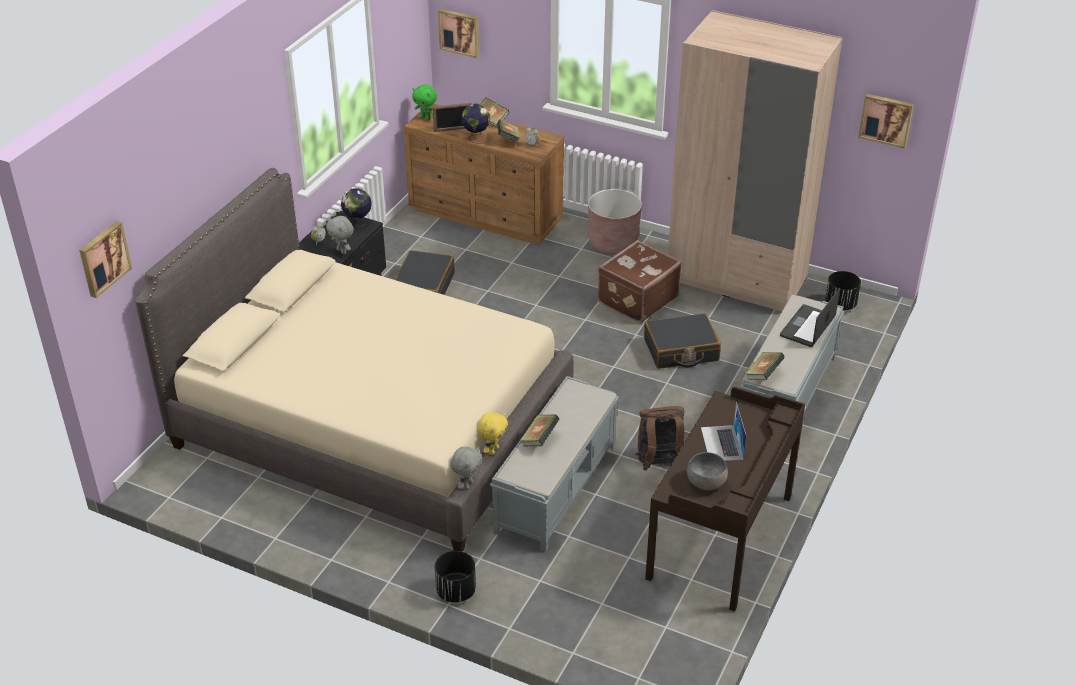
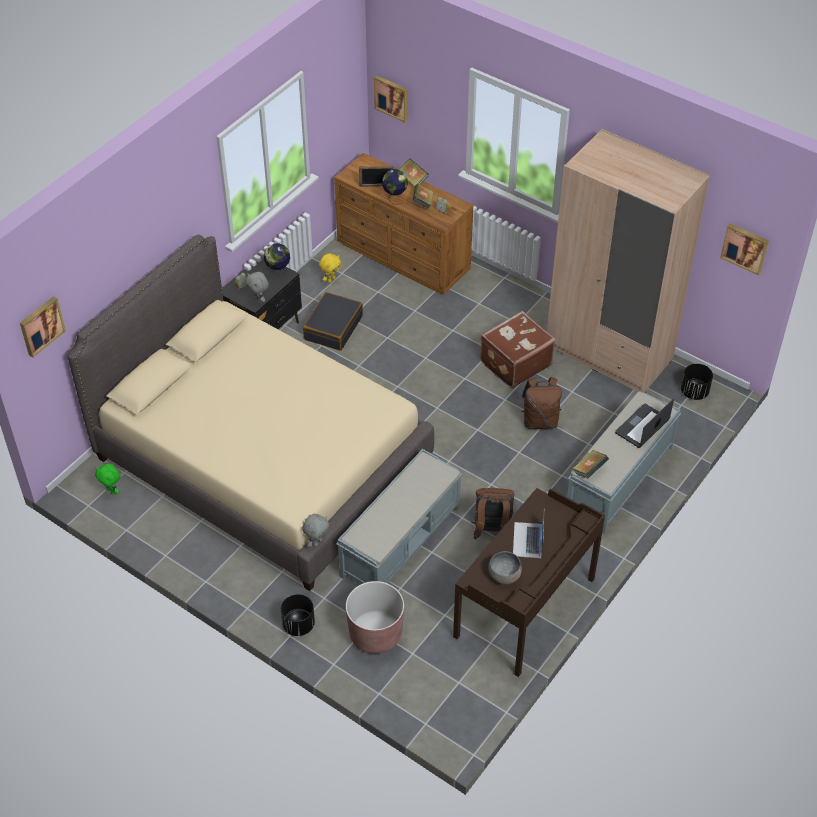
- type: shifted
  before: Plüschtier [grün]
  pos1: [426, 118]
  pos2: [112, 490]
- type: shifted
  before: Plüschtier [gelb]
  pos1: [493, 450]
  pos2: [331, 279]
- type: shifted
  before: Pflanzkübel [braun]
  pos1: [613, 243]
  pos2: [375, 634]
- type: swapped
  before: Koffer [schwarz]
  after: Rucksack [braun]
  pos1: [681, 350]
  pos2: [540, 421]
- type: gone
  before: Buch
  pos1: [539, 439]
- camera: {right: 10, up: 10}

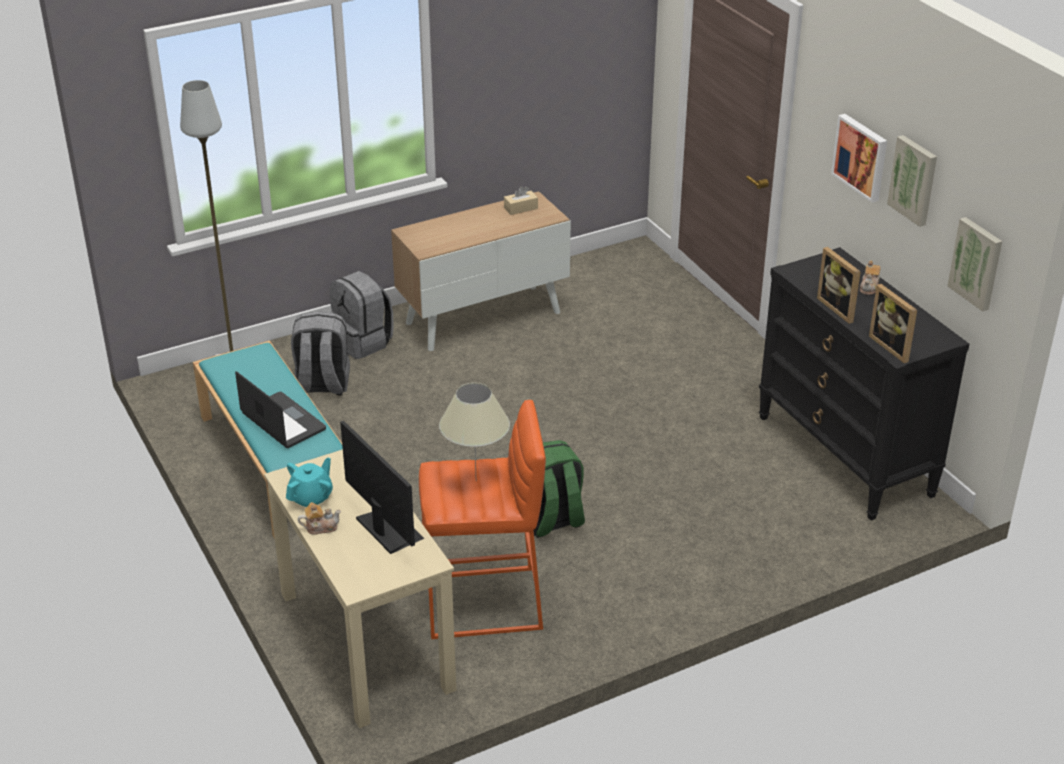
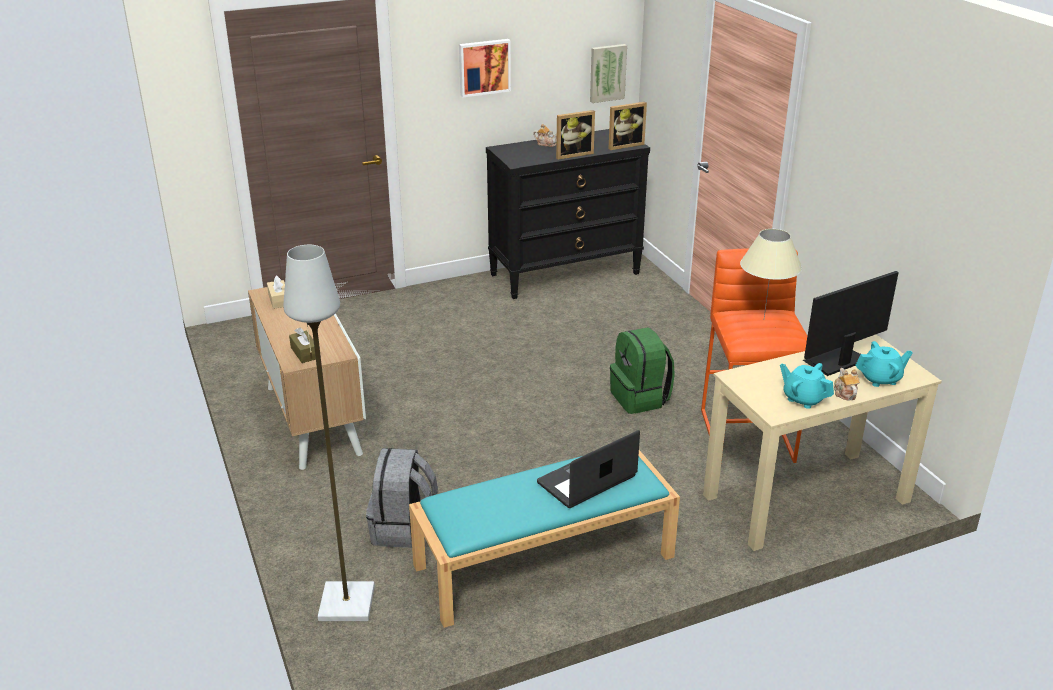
- type: new
  after: Taschentuchbox [braun]
  pos2: [305, 353]
- type: new
  after: Teekanne [türkis]
  pos2: [880, 379]
- type: gone
  before: Rucksack [grau]
  pos1: [363, 342]
- type: gone
  before: Bild
  pos1: [914, 180]
- camera: {right: -85, up: -5}

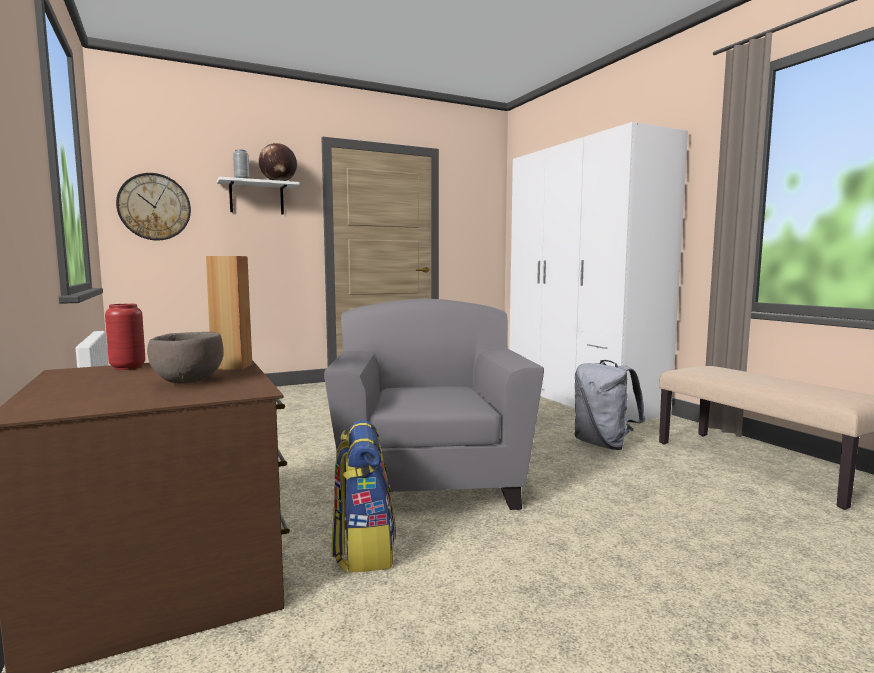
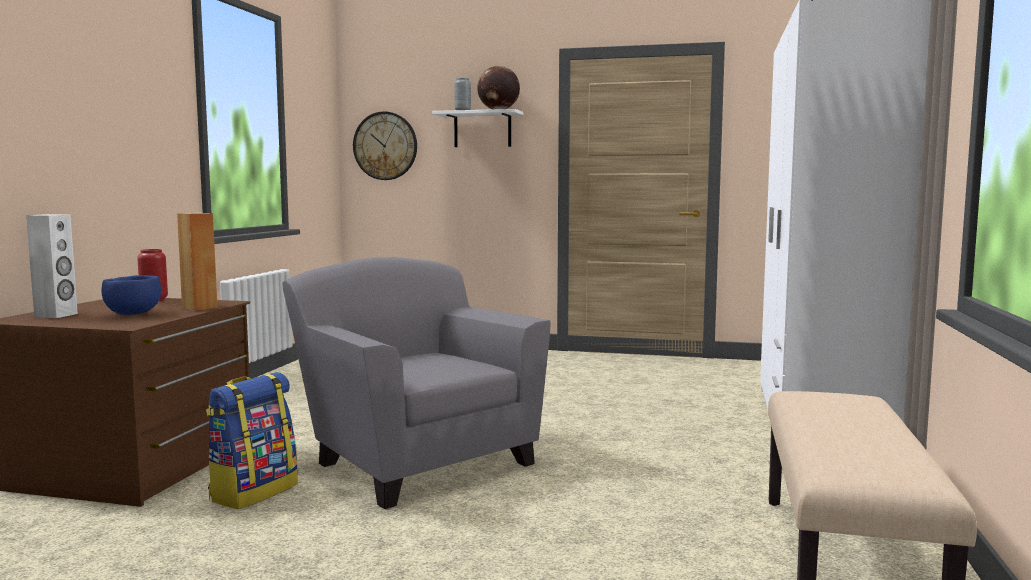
- type: new
  after: Lautsprecher [weiß]
  pos2: [56, 315]
- type: repainted
  before: Schüssel [braun]
  after: Schüssel [blau]
  pos1: [188, 381]
  pos2: [133, 314]
- type: rotated
  before: Sessel [grau]
  pos1: [429, 480]
  pos2: [416, 461]
  turn: -75
- type: gone
  before: Rucksack [grau]
  pos1: [604, 444]
- camera: {right: 40, up: 0}

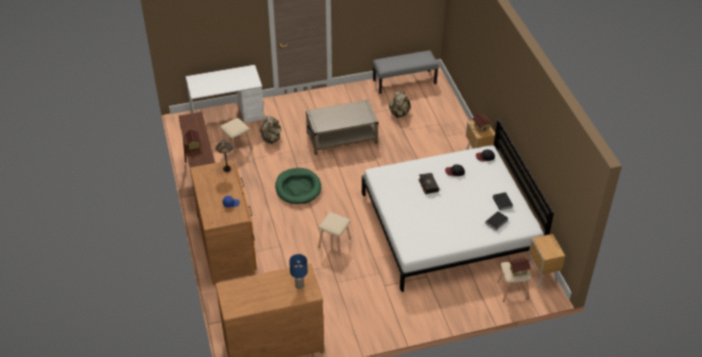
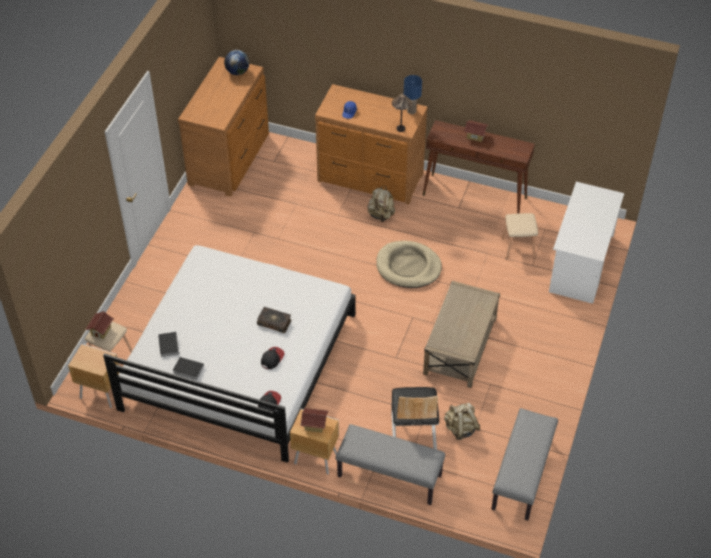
- type: new
  after: Globus
  pos2: [237, 72]
- type: new
  after: Bank [grau]
  pos2: [389, 476]
- type: shifted
  before: Rucksack [beige]
  pos1: [271, 138]
  pos2: [381, 215]
- type: repainted
  before: Hundebett [grün]
  after: Hundebett [beige]
  pos1: [298, 188]
  pos2: [408, 267]
- type: new
  after: Stuhl
  pos2: [413, 431]
- type: shifted
  before: Tischlampe [blau]
  pos1: [299, 286]
  pos2: [411, 111]
- type: gone
  before: Hocker [beige]
  pos1: [334, 243]
- camera: {right: 125, up: 5}

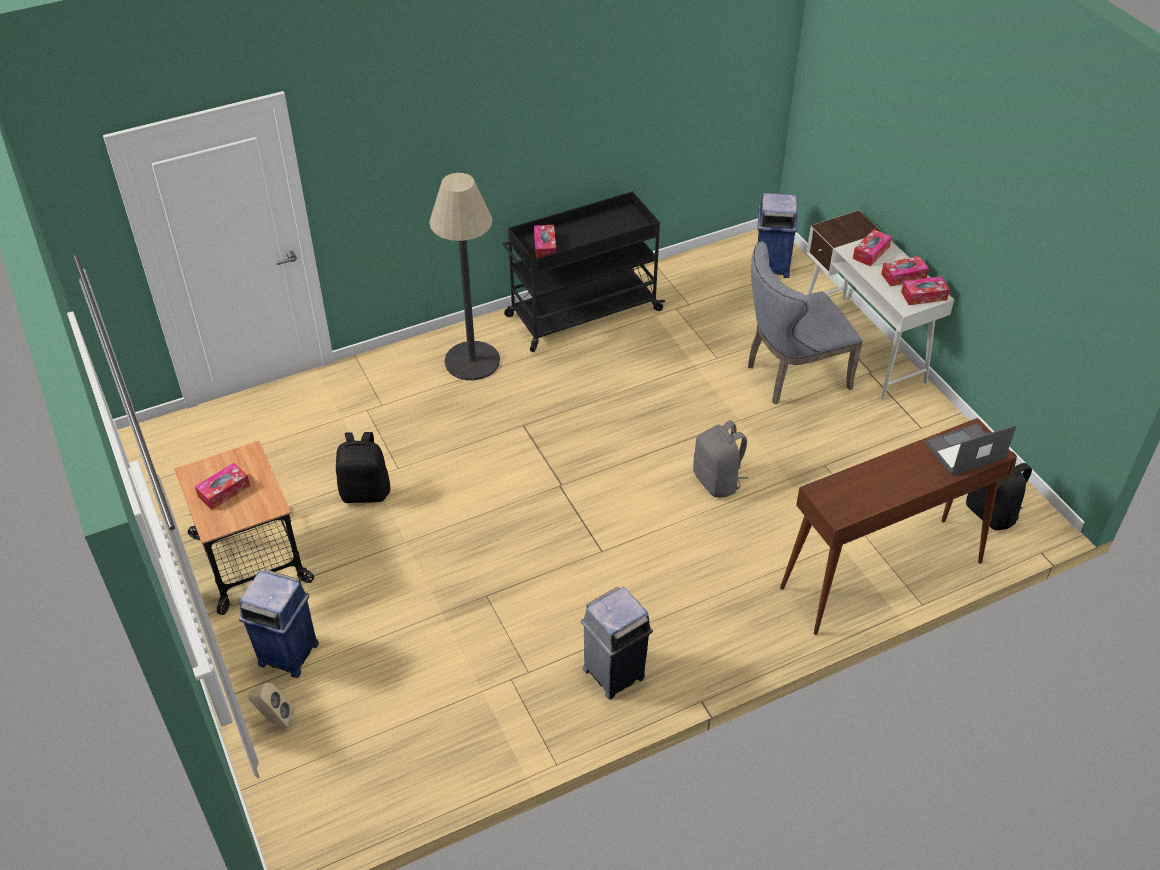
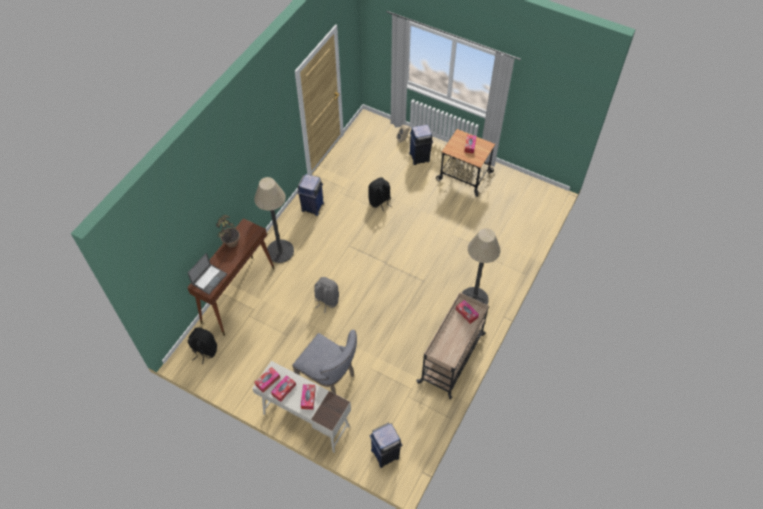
- type: new
  after: Topfpflanze
  pos2: [231, 246]
- type: new
  after: Stehlampe
  pos2: [280, 251]
- type: rotated
  before: Stuhl [grau]
  pos1: [791, 376]
  pos2: [329, 378]
  turn: 90
- type: repainted
  before: Mülleimer [grau]
  after: Mülleimer [blau]
  pos1: [615, 672]
  pos2: [312, 207]
- type: shifted
  before: Rucksack [schwarz]
  pos1: [365, 492]
  pos2: [380, 201]
- type: repainted
  before: Rollwagen [schwarz]
  after: Rollwagen [beige]
  pos1: [582, 313]
  pos2: [452, 357]
- camera: {right: 145, up: 10}

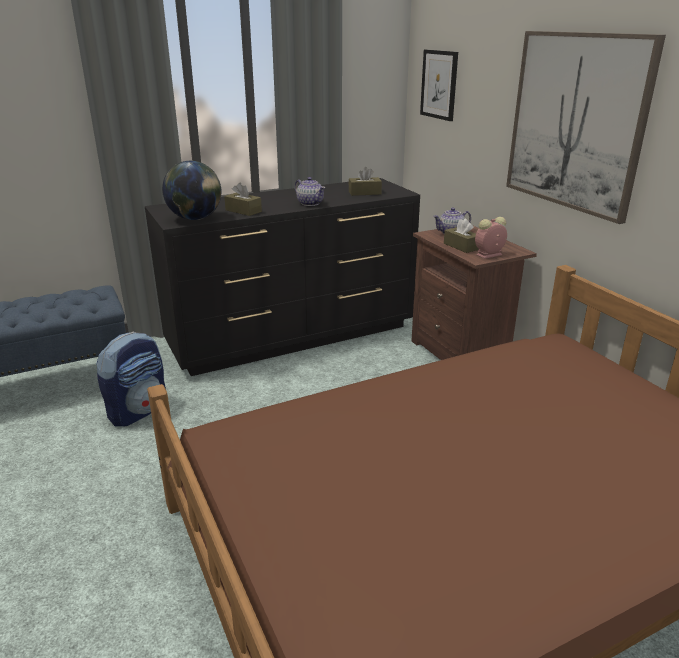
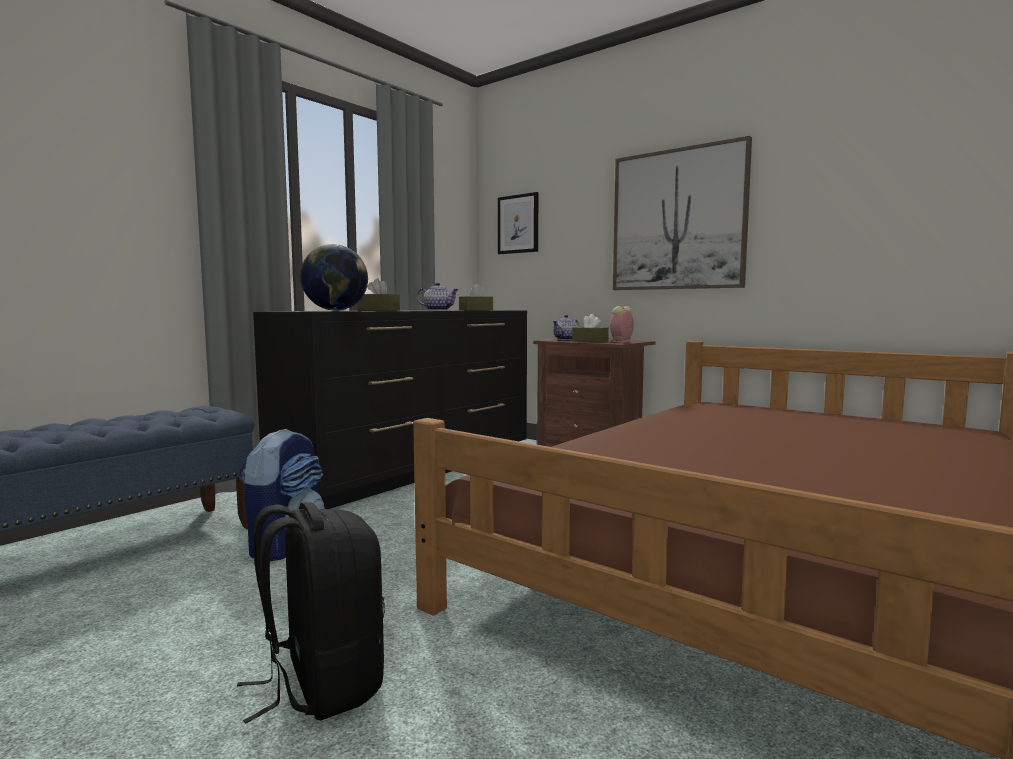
- type: new
  after: Rucksack [schwarz]
  pos2: [321, 684]
- camera: {right: -25, up: -20}

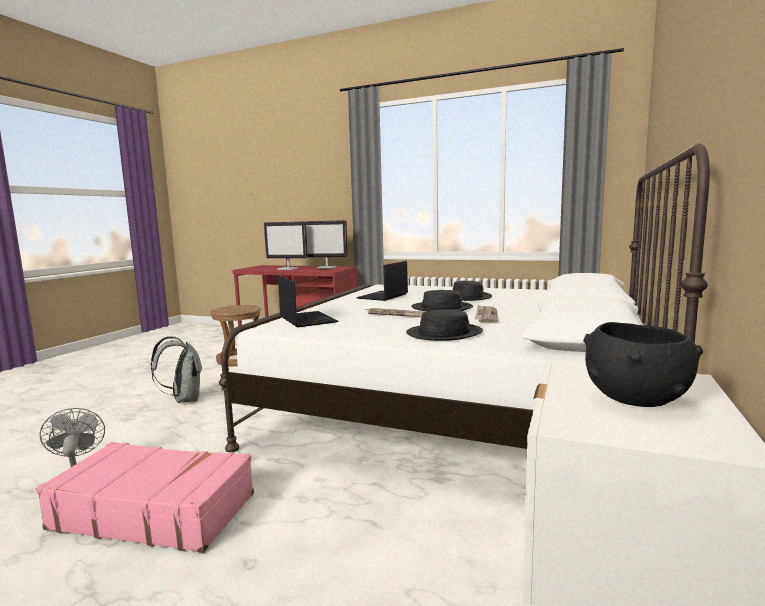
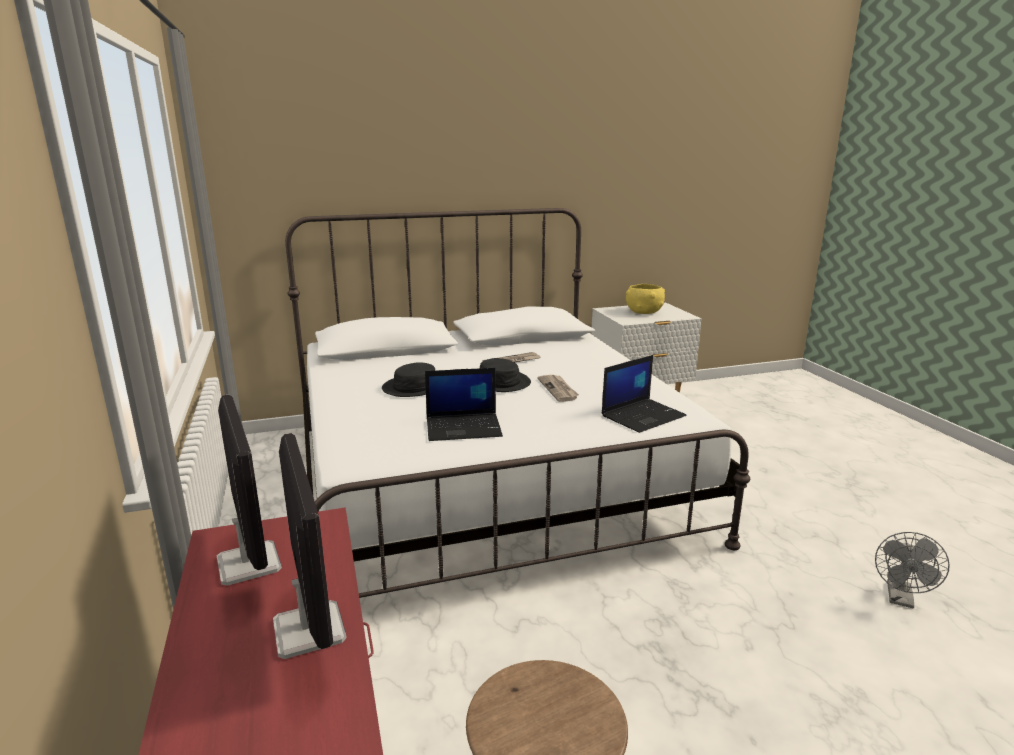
- type: rotated
  before: Laptop
  pos1: [306, 319]
  pos2: [643, 415]
  turn: -150
- type: repainted
  before: Schüssel [schwarz]
  after: Schüssel [gelb]
  pos1: [636, 399]
  pos2: [643, 312]
- type: gone
  before: Koffer [rosa]
  pos1: [154, 510]
- type: gone
  before: Rucksack [grau]
  pos1: [184, 400]
- type: gone
  before: Hut [schwarz]
  pos1: [444, 333]
- camera: {right: -130, up: 10}

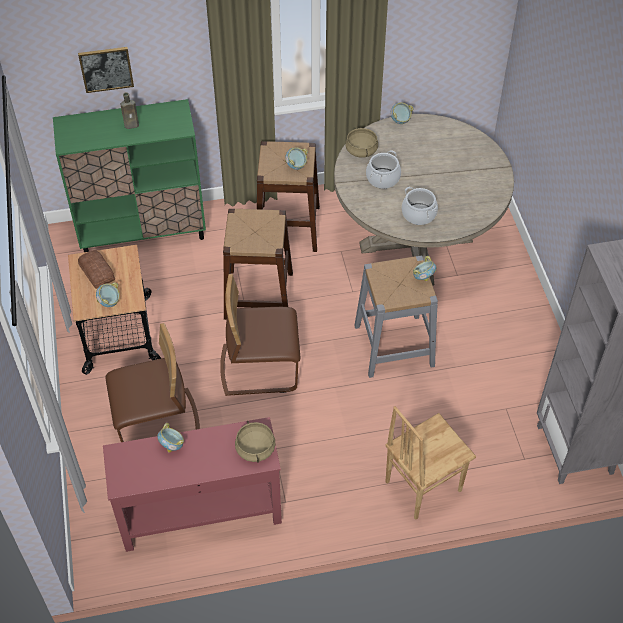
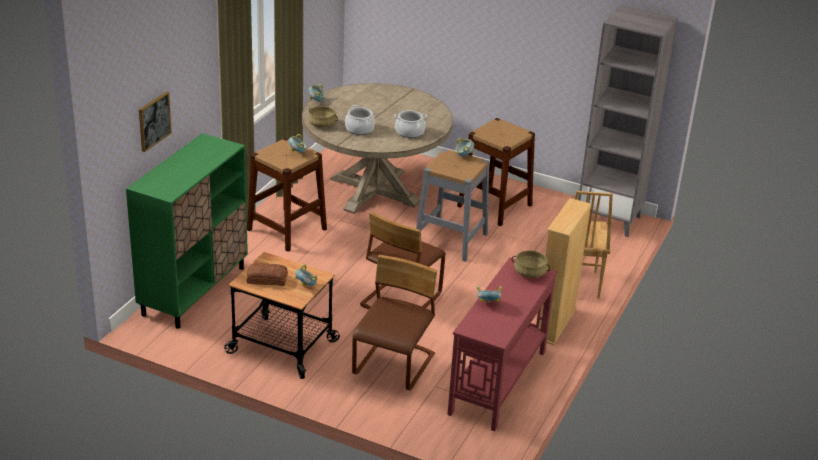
- type: shifted
  before: Hocker [braun]
  pos1: [258, 295]
  pos2: [494, 205]
- type: new
  after: Bücherregal [beige]
  pos2: [554, 324]
- type: gone
  before: Flasche [braun]
  pos1: [132, 125]
- camera: {right: -55, up: -20}

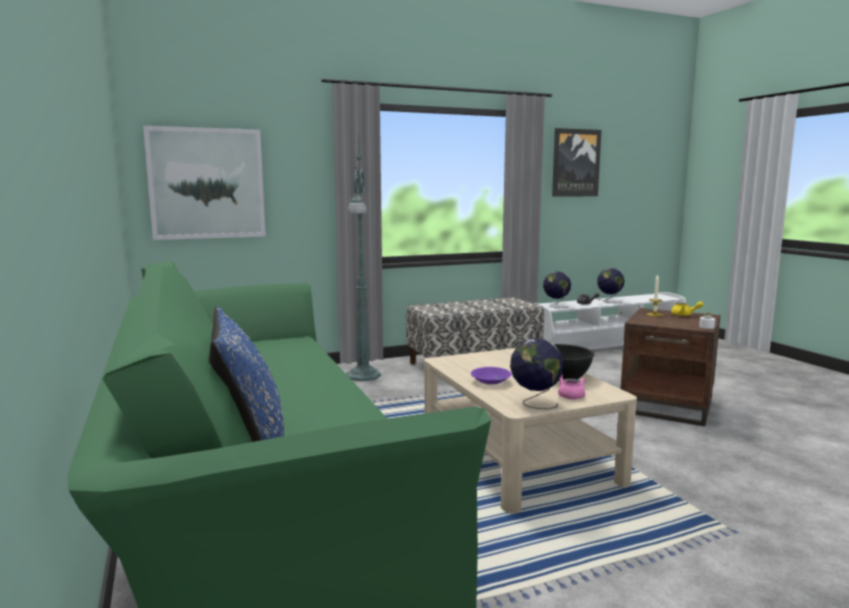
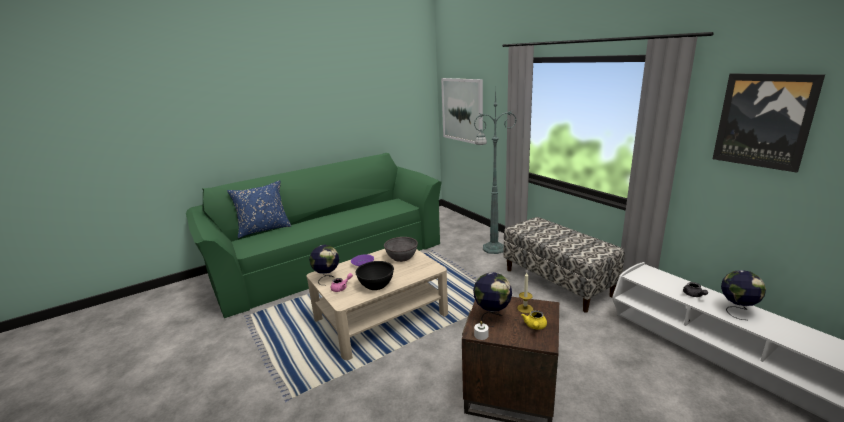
- type: new
  after: Schüssel [grau]
  pos2: [401, 257]
- type: shifted
  before: Globus
  pos1: [556, 306]
  pos2: [492, 317]
- camera: {right: 80, up: 10}

